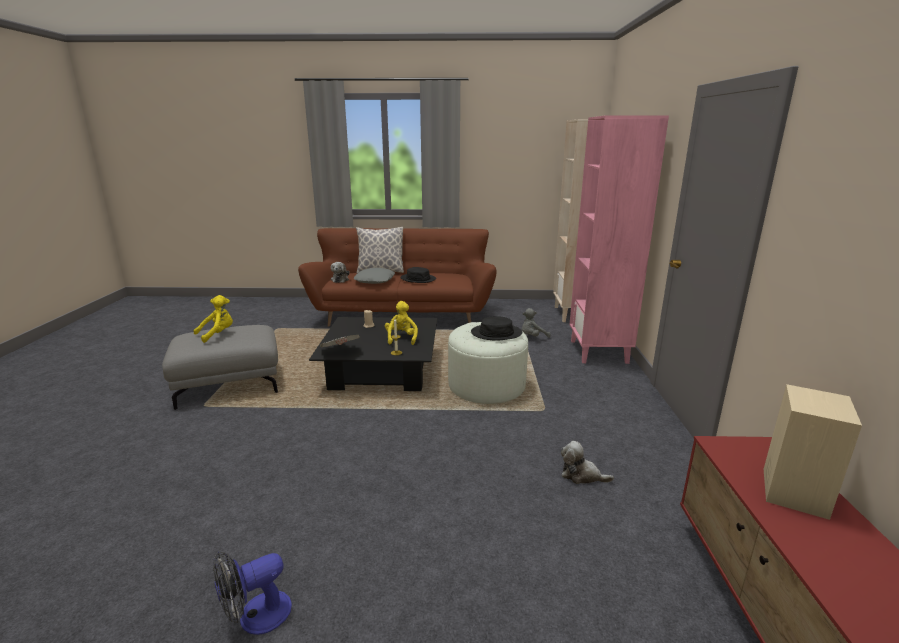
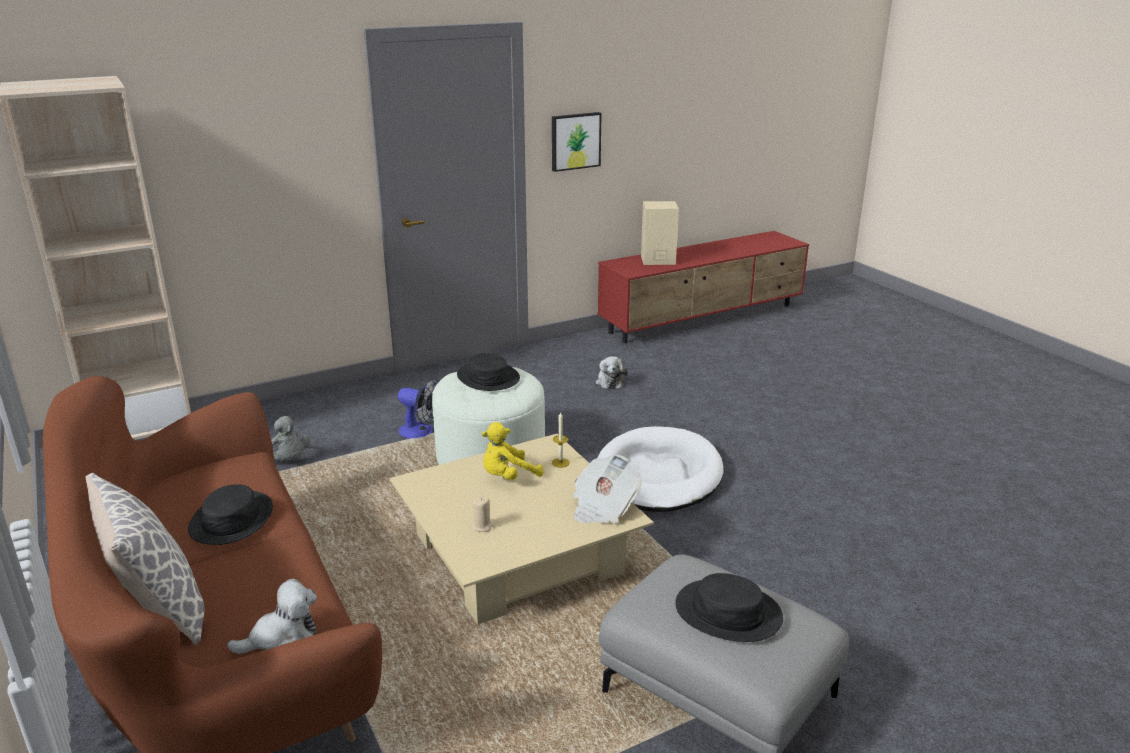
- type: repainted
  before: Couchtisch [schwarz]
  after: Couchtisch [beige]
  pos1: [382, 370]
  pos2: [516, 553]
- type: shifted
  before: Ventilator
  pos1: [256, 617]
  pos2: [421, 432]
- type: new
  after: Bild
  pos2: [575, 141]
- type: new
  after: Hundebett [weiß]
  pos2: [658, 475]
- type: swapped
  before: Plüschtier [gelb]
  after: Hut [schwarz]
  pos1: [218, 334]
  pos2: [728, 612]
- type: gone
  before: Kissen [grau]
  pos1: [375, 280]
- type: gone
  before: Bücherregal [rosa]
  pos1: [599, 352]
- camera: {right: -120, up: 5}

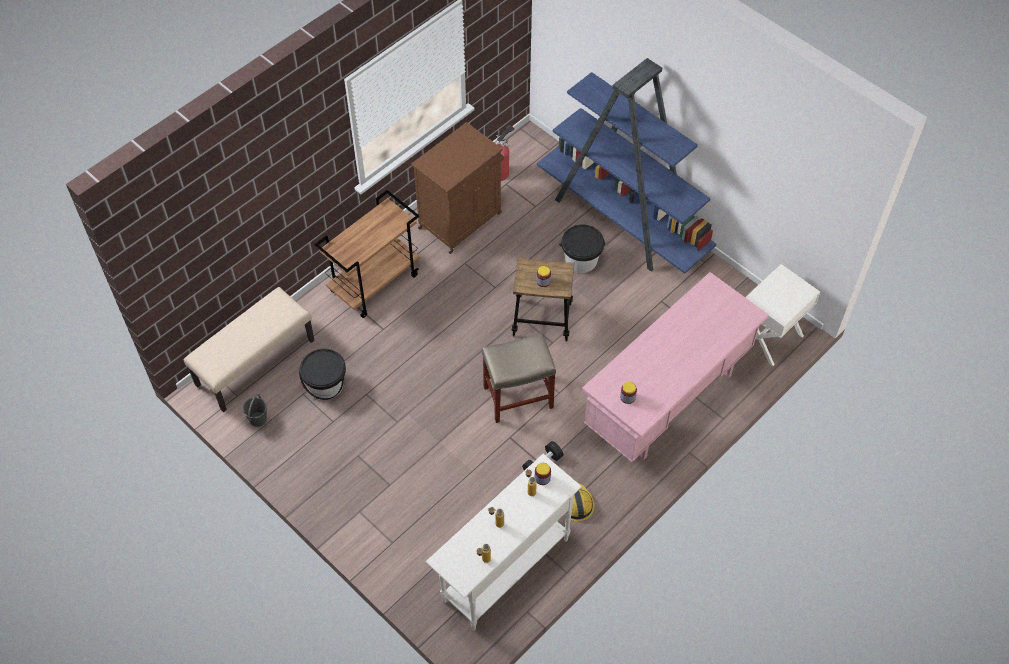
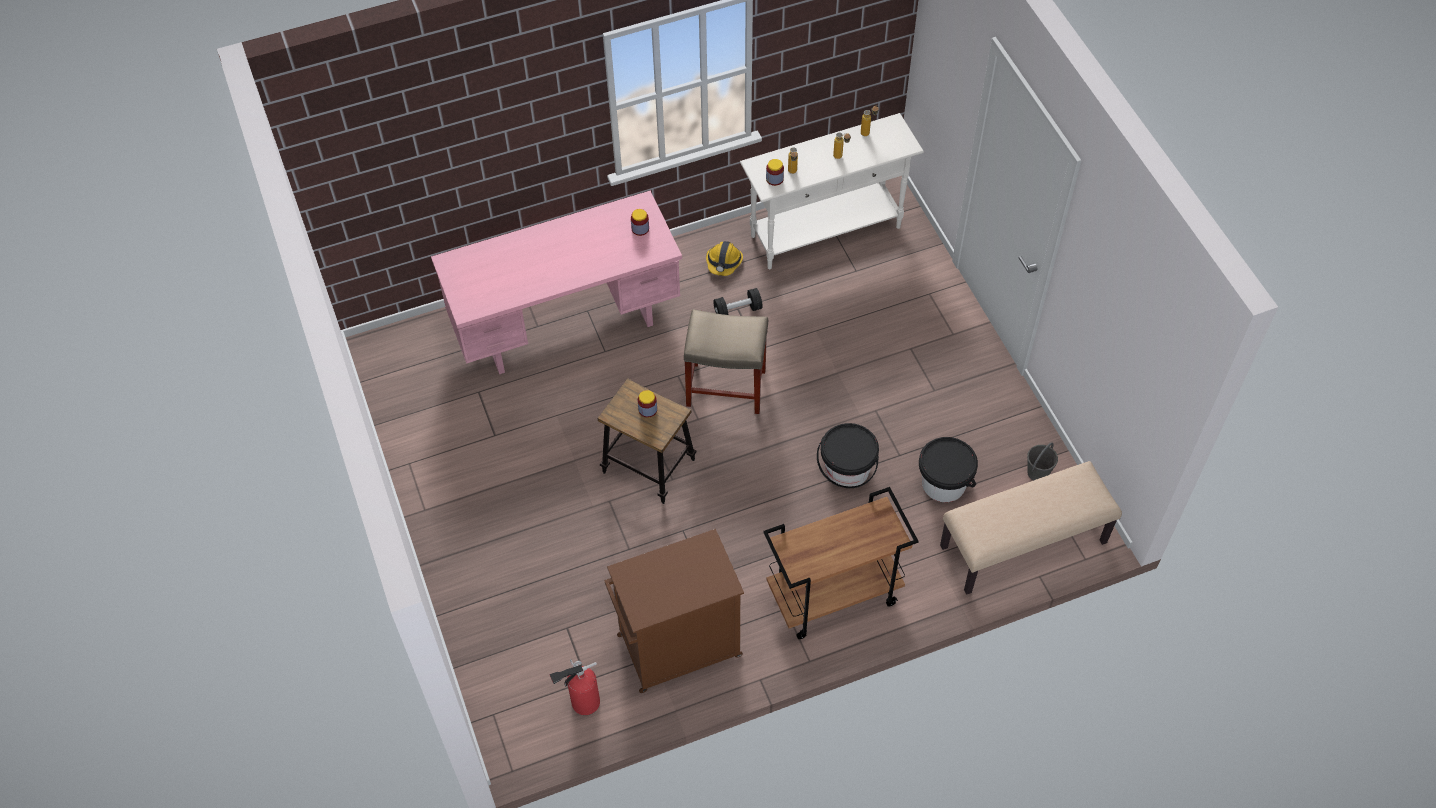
- type: shifted
  before: Eimer [schwarz]
  pos1: [581, 260]
  pos2: [847, 470]
- type: gone
  before: Bücherregal [blau]
  pos1: [623, 220]
- type: gone
  before: Nachttisch [weiß]
  pos1: [770, 337]
- camera: {right: -155, up: 0}

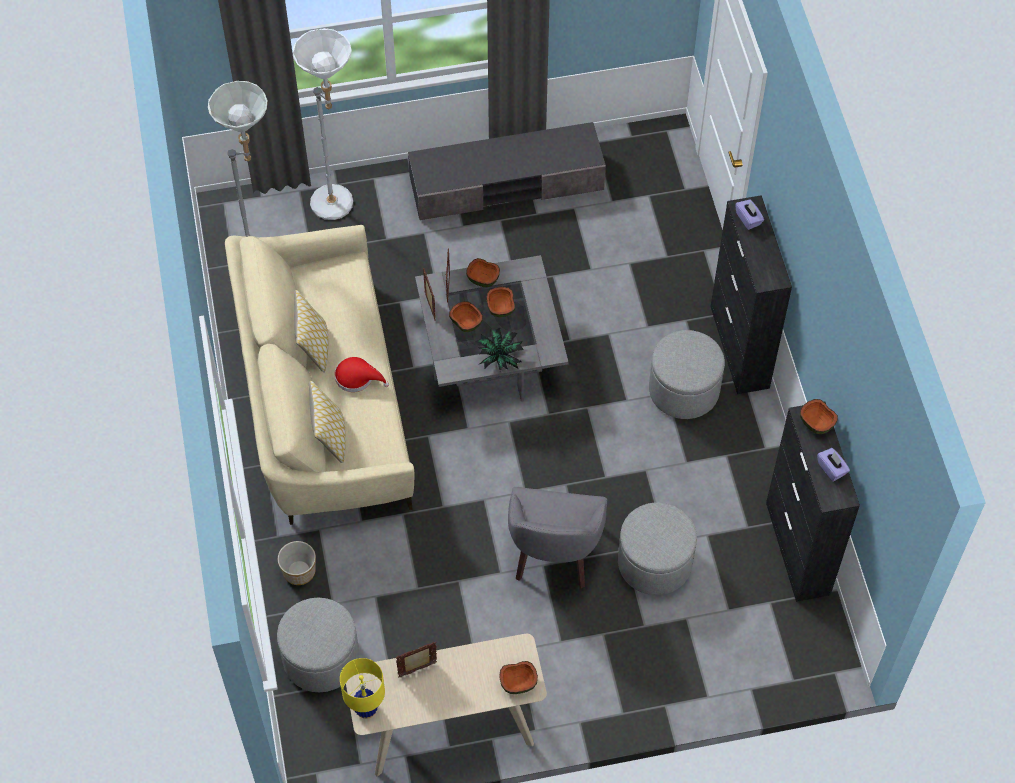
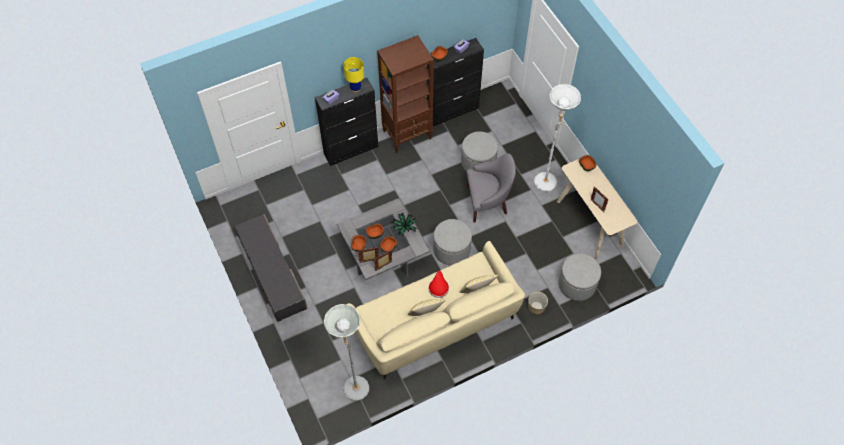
- type: shifted
  before: Tischlampe [gelb]
  pos1: [366, 709]
  pos2: [355, 88]
- type: new
  after: Bücherregal [braun]
  pos2: [407, 134]
- type: shifted
  before: Polsterhocker [grau]
  pos1: [684, 390]
  pos2: [451, 250]
- type: shifted
  before: Stehlampe [weiß]
  pos1: [338, 208]
  pos2: [547, 178]
- camera: {right: -105, up: 0}

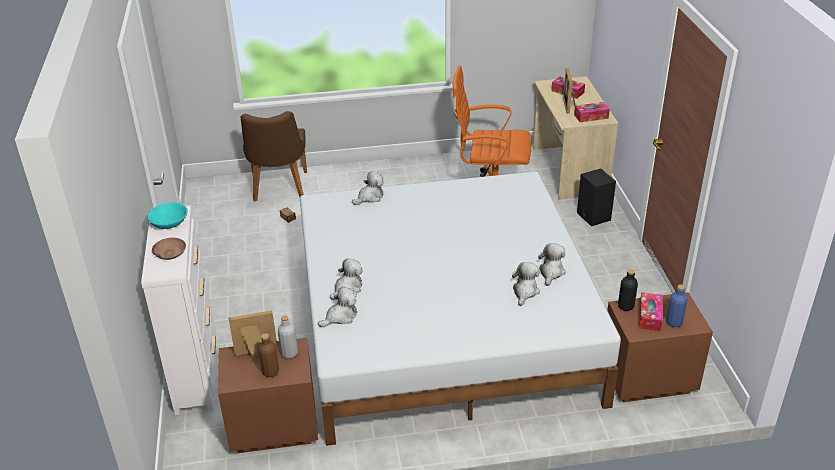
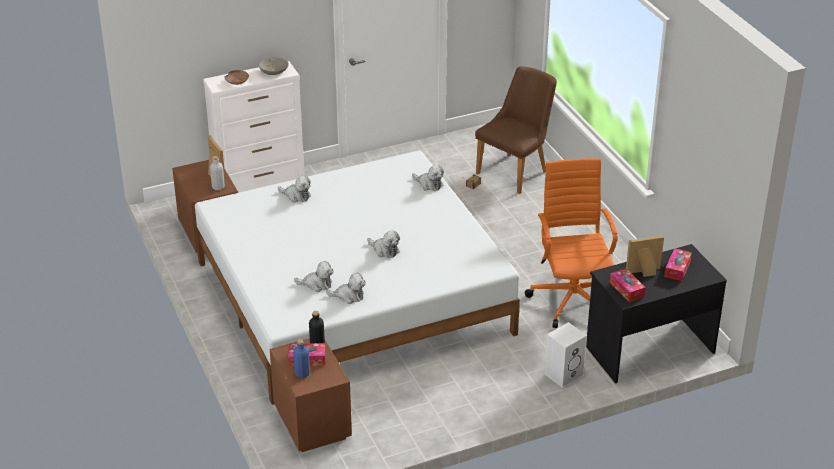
- type: repainted
  before: Schüssel [türkis]
  after: Schüssel [grau]
  pos1: [169, 223]
  pos2: [273, 72]
- type: shifted
  before: Plüschtier
  pos1: [340, 317]
  pos2: [384, 250]
- type: rotated
  before: Stuhl [braun]
  pos1: [278, 189]
  pos2: [517, 170]
  turn: 150
- type: repainted
  before: Lautsprecher [schwarz]
  after: Lautsprecher [weiß]
  pos1: [592, 216]
  pos2: [564, 374]
- type: repainted
  before: Schreibtisch [beige]
  after: Schreibtisch [schwarz]
  pos1: [568, 170]
  pos2: [649, 349]
- type: gone
  before: Flasche [braun]
  pos1: [270, 372]
- camera: {right: 75, up: 0}

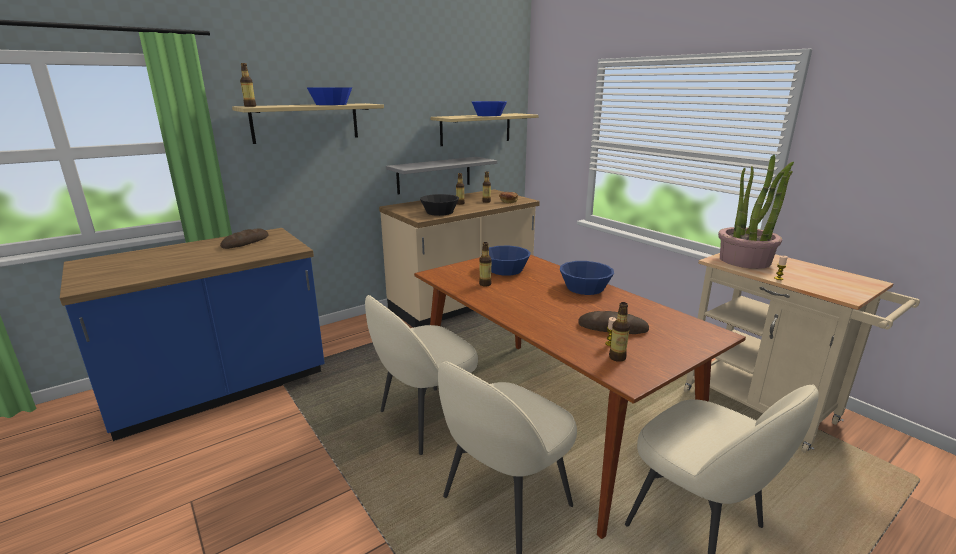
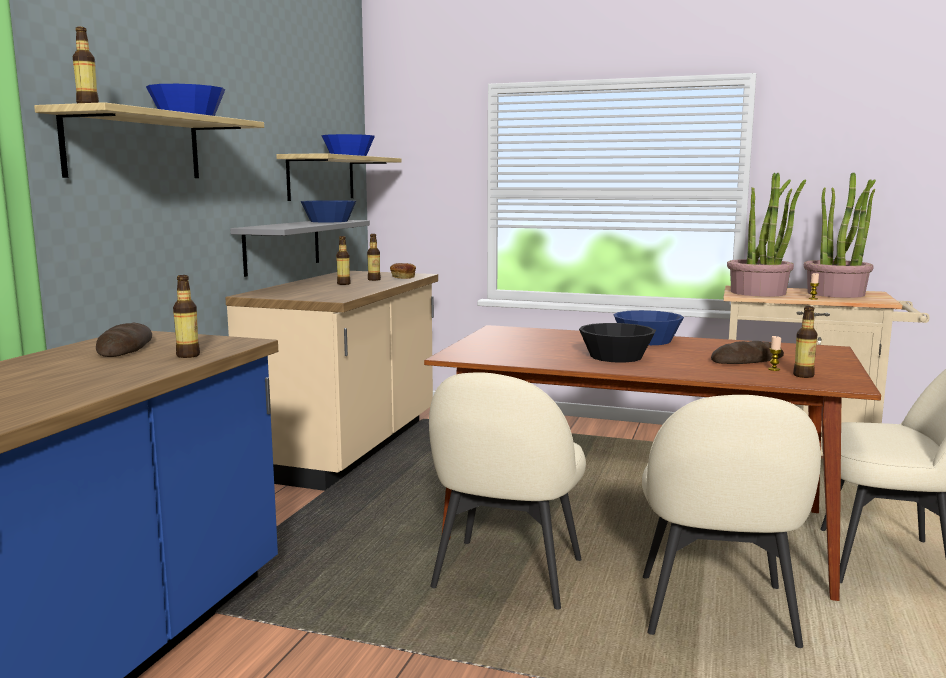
- type: shifted
  before: Flasche
  pos1: [485, 284]
  pos2: [188, 355]
- type: shifted
  before: Schüssel [blau]
  pos1: [506, 269]
  pos2: [329, 221]
- type: shifted
  before: Schüssel [schwarz]
  pos1: [439, 212]
  pos2: [616, 357]
- type: new
  after: Topfpflanze
  pos2: [836, 294]
- camera: {right: -35, up: -10}

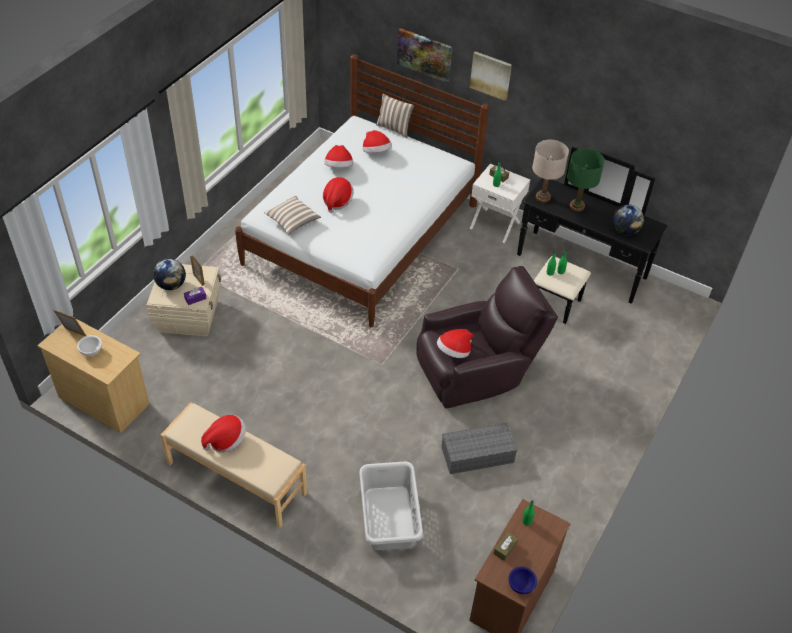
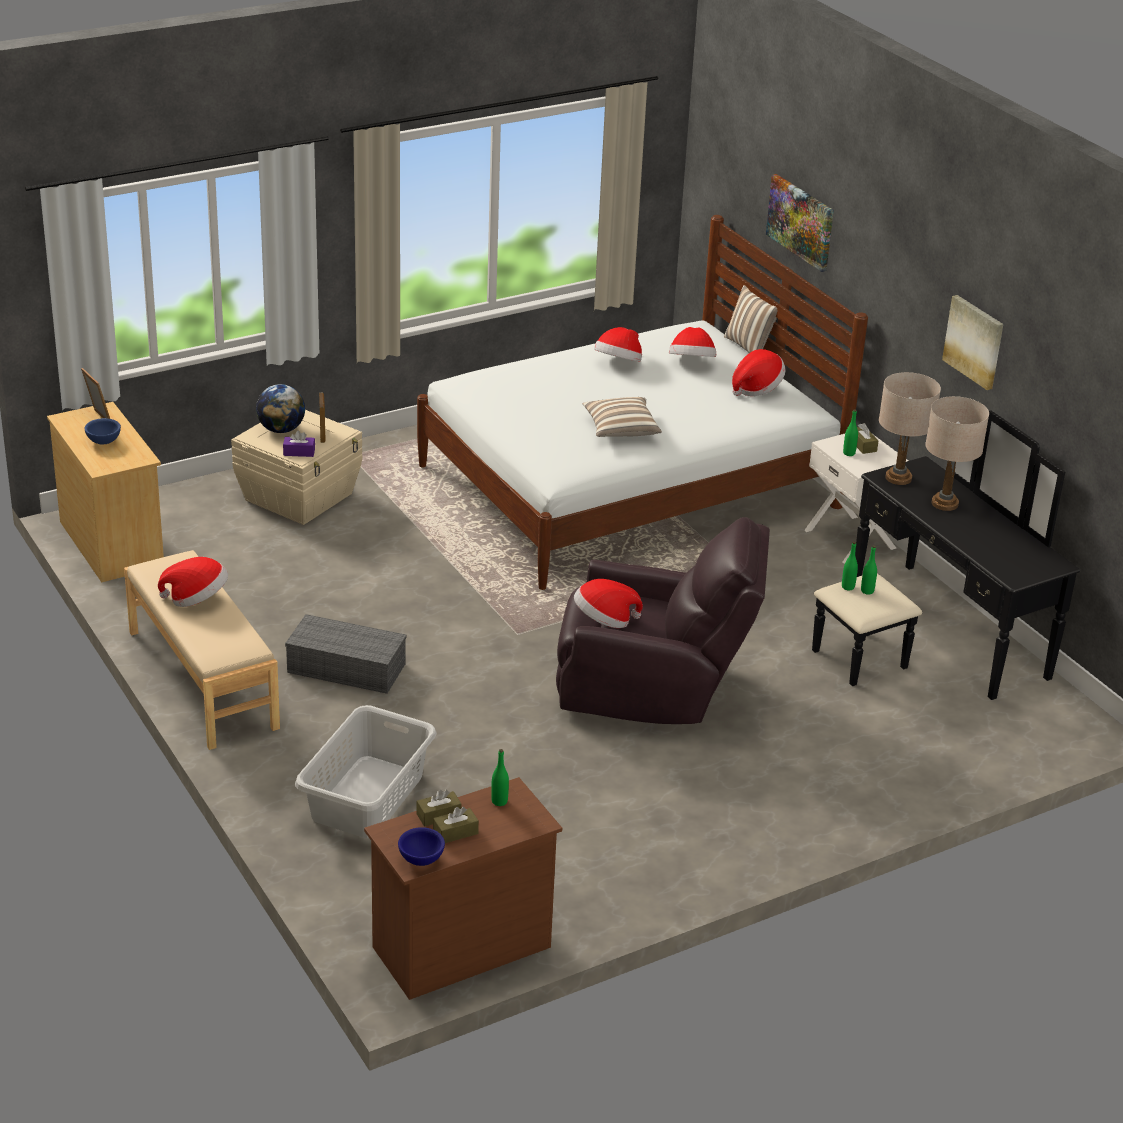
- type: repainted
  before: Schüssel [weiß]
  after: Schüssel [blau]
  pos1: [91, 351]
  pos2: [104, 441]
- type: shifted
  before: Aufbewahrungsbox [grau]
  pos1: [476, 455]
  pos2: [344, 668]
- type: new
  after: Taschentuchbox [braun]
  pos2: [455, 832]
- type: shifted
  before: Kissen
  pos1: [292, 221]
  pos2: [620, 429]
- type: shifted
  before: Hut
  pos1: [337, 201]
  pos2: [756, 388]
- type: repainted
  before: Tischlampe [grün]
  after: Tischlampe [beige]
  pos1: [577, 206]
  pos2: [945, 503]
- type: shifted
  before: Bild
  pos1: [491, 75]
  pos2: [974, 341]
- type: gone
  before: Globus
  pos1: [625, 231]
- camera: {right: 30, up: -15}

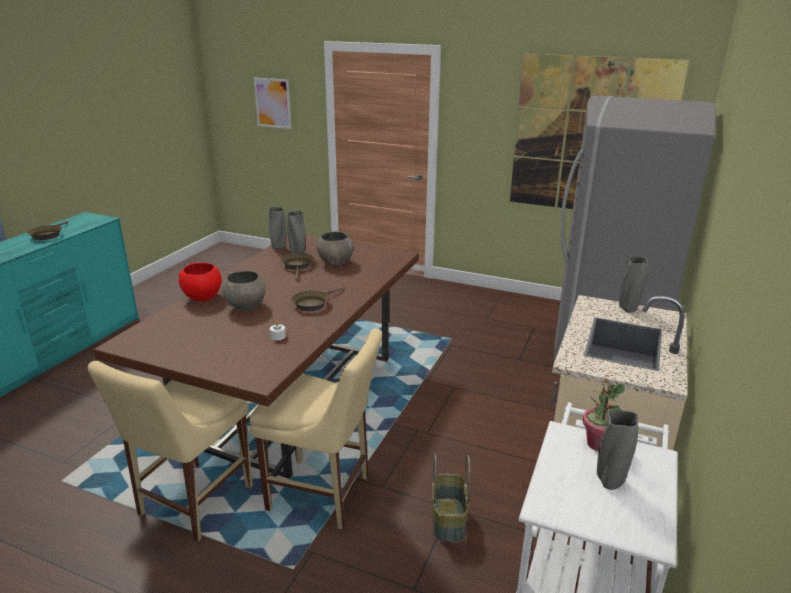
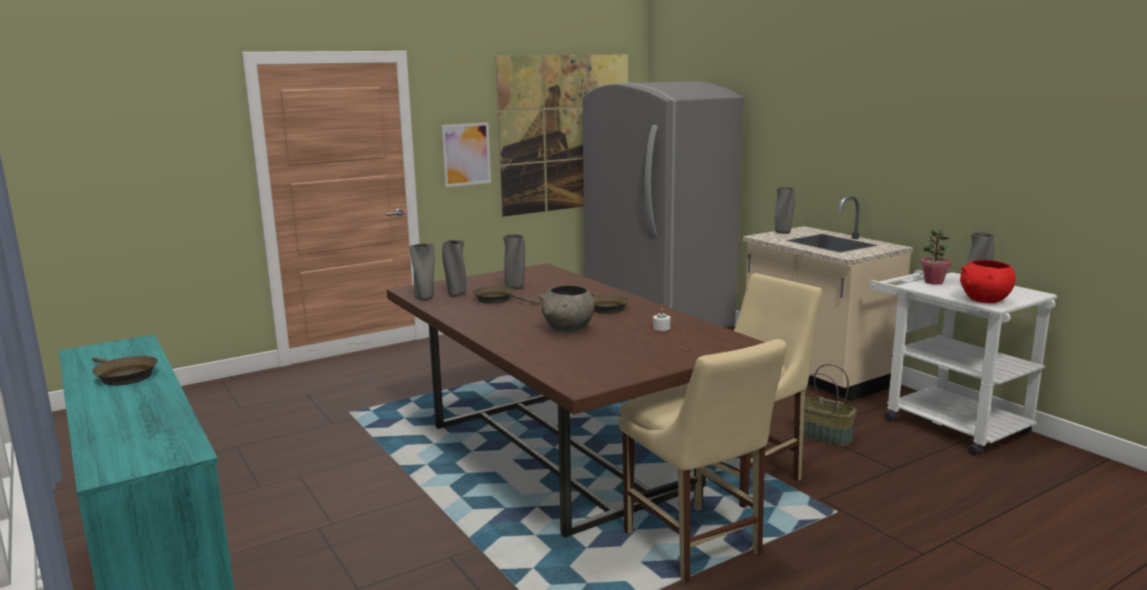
- type: shifted
  before: Bild
  pos1: [273, 103]
  pos2: [466, 154]
- type: swapped
  before: Schüssel [grau]
  after: Vase [grau]
  pos1: [335, 262]
  pos2: [515, 287]
- type: shifted
  before: Schüssel [rot]
  pos1: [202, 297]
  pos2: [985, 301]
- camera: {right: -55, up: -10}

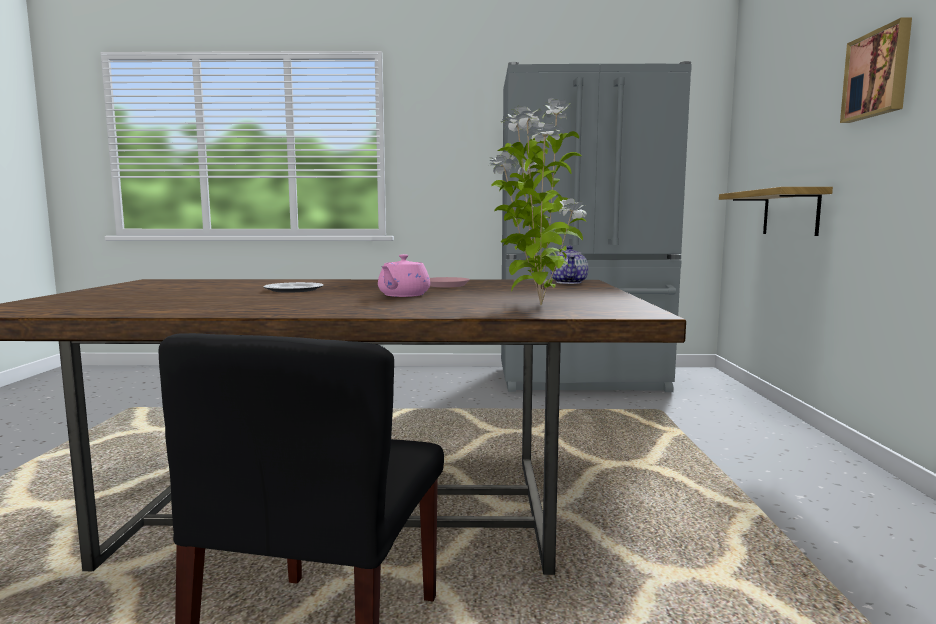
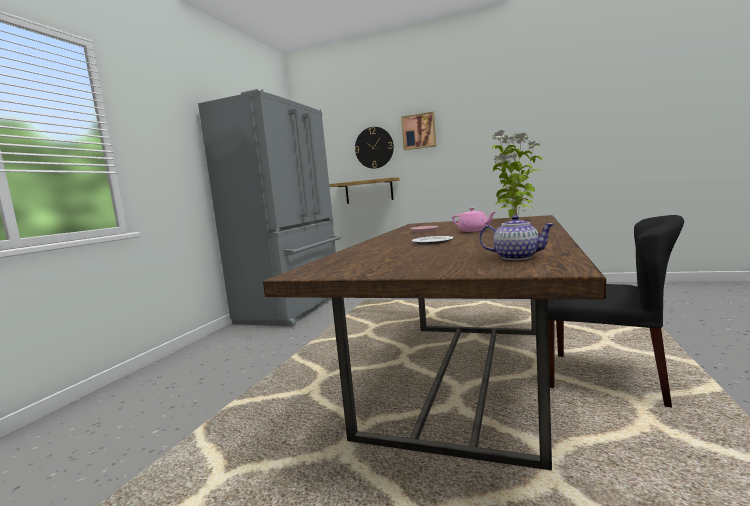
- type: new
  after: Wanduhr
  pos2: [374, 147]
- type: shifted
  before: Teekanne
  pos1: [569, 282]
  pos2: [516, 257]
- camera: {right: -70, up: 0}

